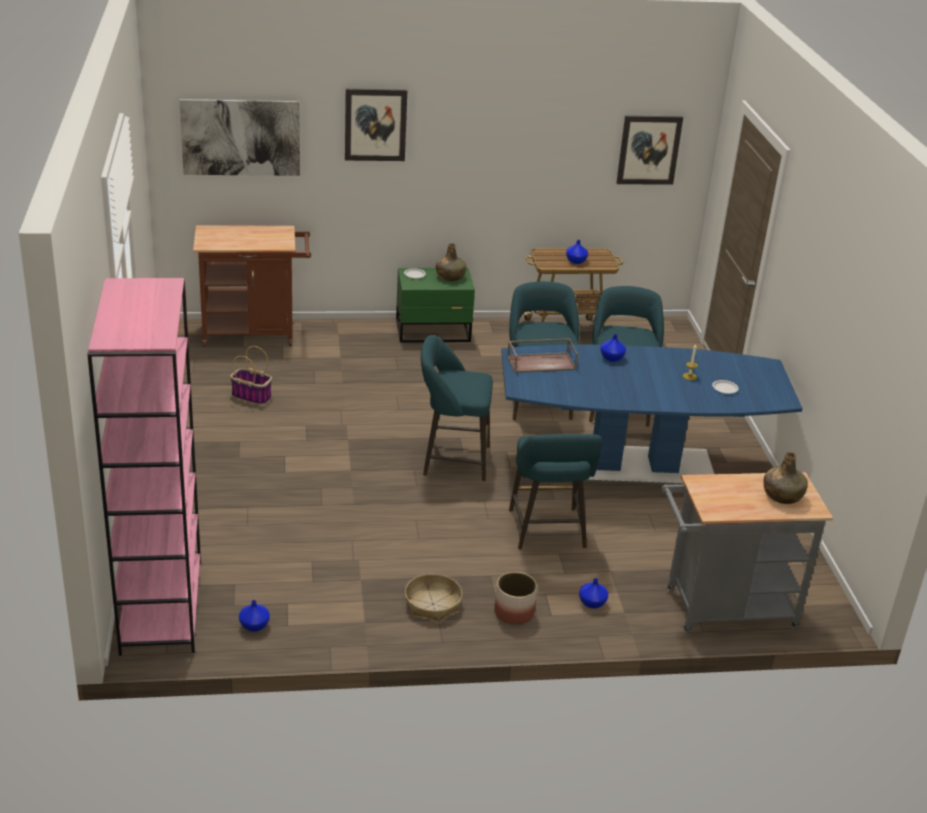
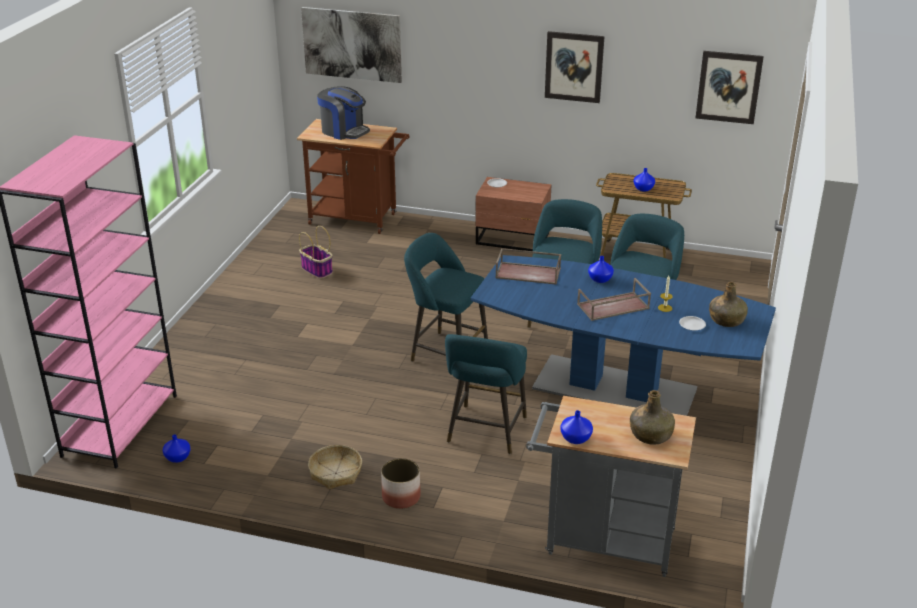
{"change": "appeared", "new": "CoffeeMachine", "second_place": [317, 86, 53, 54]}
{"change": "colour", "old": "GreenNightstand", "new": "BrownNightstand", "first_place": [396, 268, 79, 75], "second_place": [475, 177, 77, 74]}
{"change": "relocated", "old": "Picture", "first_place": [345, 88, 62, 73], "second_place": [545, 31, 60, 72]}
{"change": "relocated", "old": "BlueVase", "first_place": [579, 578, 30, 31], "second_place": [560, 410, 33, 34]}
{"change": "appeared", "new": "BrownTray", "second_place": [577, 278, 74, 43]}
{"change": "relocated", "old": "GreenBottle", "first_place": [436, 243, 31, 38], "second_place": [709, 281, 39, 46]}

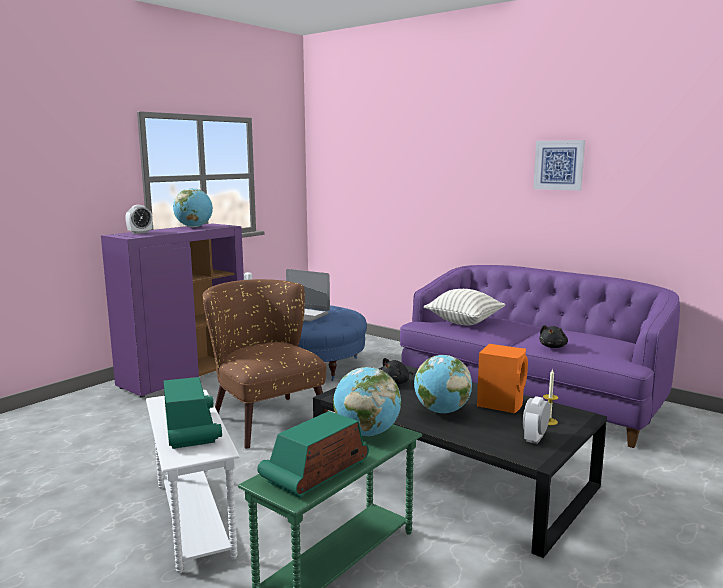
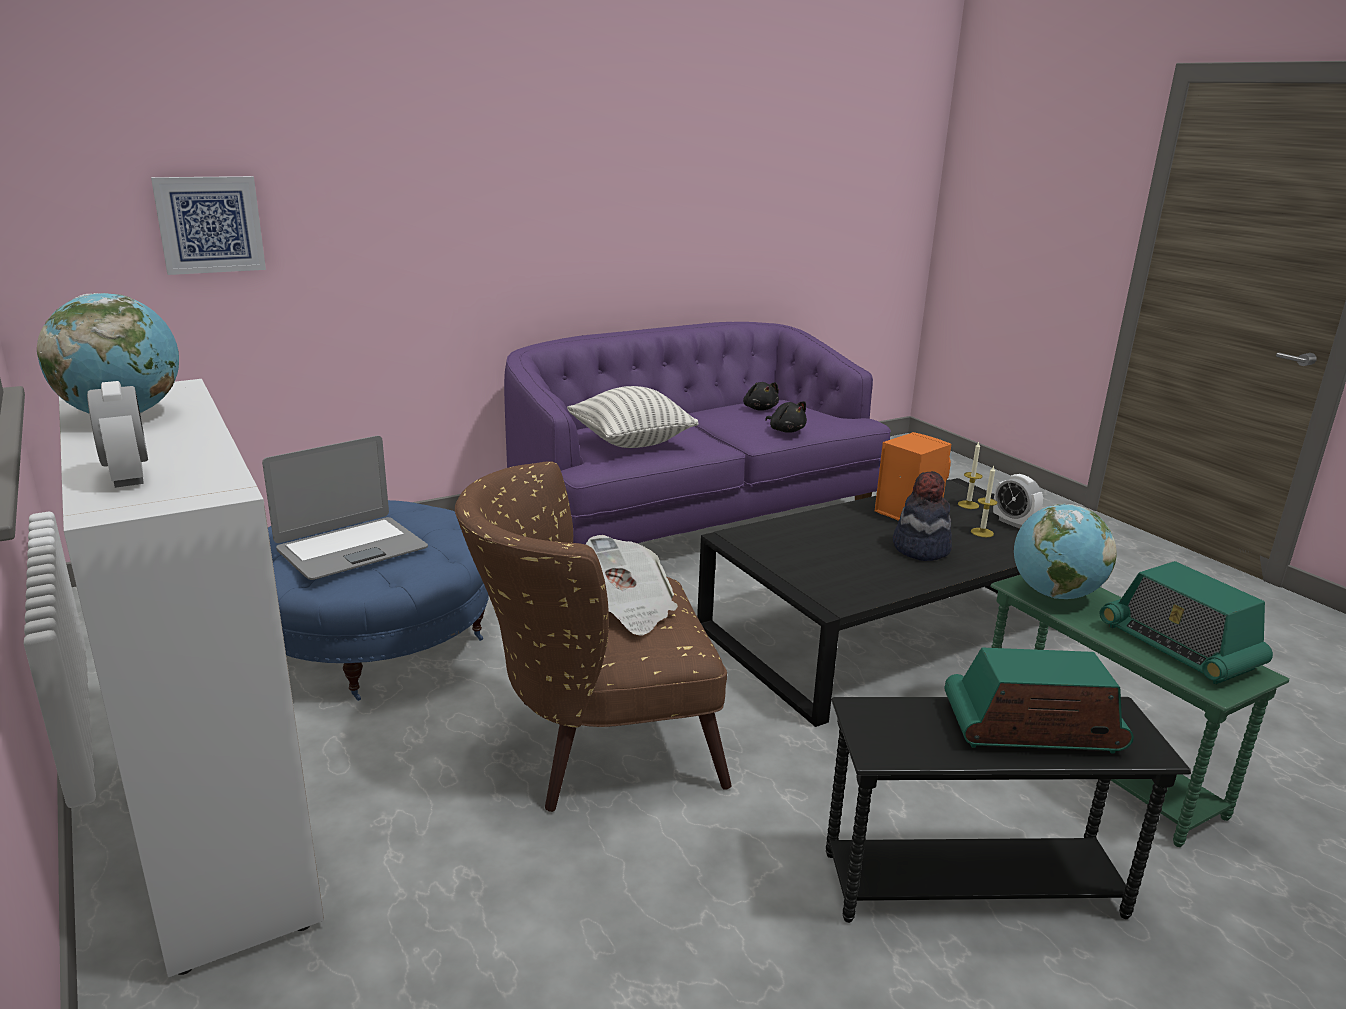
{"change": "colour", "old": "PurpleCabinet", "new": "WhiteCabinet", "first_place": [101, 224, 143, 174], "second_place": [59, 379, 265, 599]}
{"change": "relocated", "old": "Picture", "first_place": [533, 140, 52, 51], "second_place": [151, 176, 115, 99]}
{"change": "appeared", "new": "Newspaper", "second_place": [586, 535, 92, 101]}
{"change": "relocated", "old": "BlackPlushToy", "first_place": [382, 358, 31, 26], "second_place": [743, 382, 36, 29]}
{"change": "colour", "old": "WhiteSideTable", "new": "BlackSideTable", "first_place": [146, 390, 94, 183], "second_place": [826, 697, 365, 226]}
{"change": "exchanged", "old": "Globe", "new": "Hat", "first_place": [414, 355, 58, 58], "second_place": [893, 471, 59, 90]}
{"change": "appeared", "new": "Candle", "second_place": [971, 465, 27, 72]}

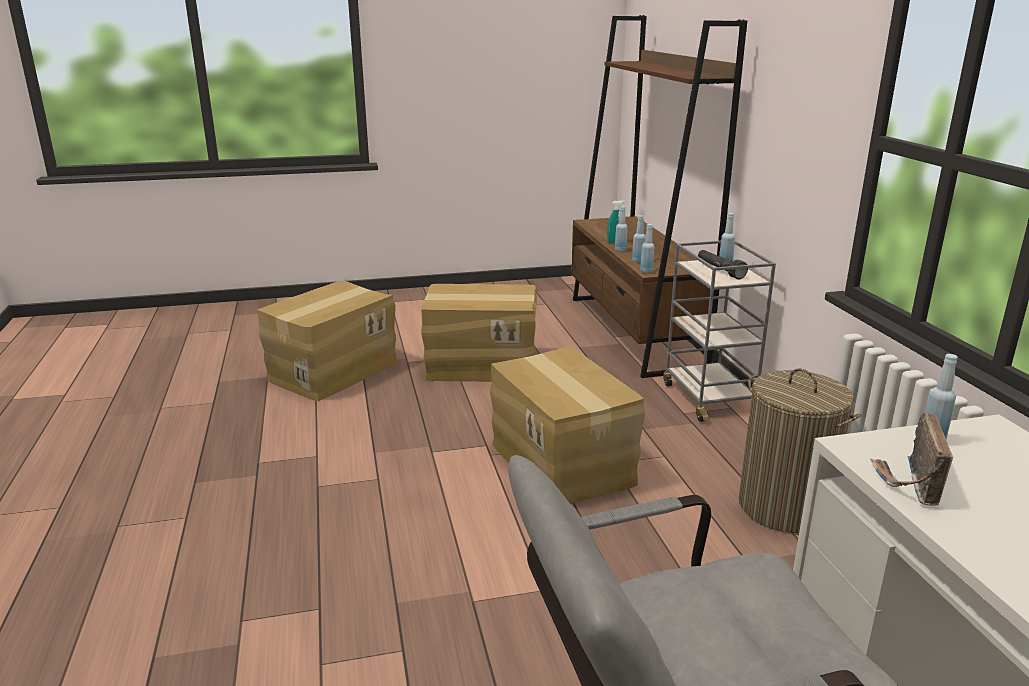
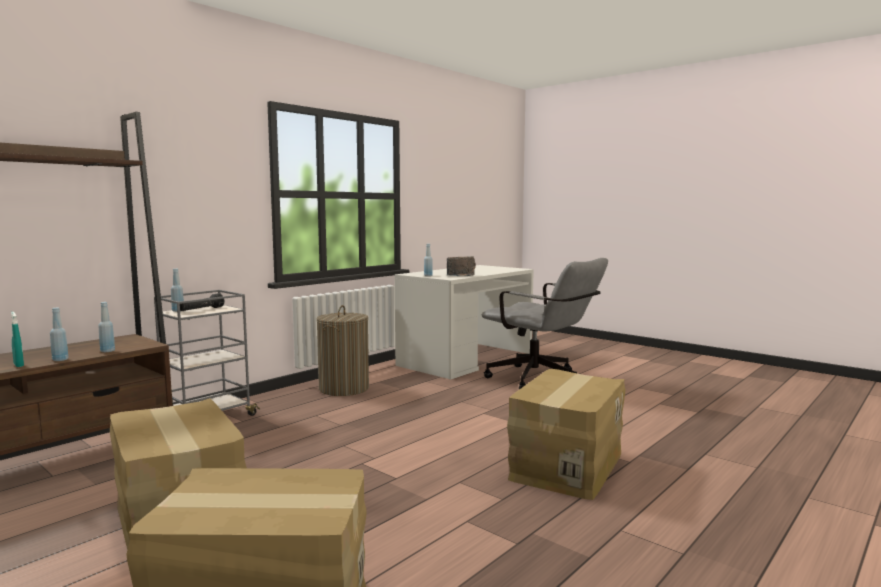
{"change": "relocated", "old": "CardboardBox", "first_place": [490, 347, 155, 157], "second_place": [507, 369, 118, 131]}
{"change": "missing", "old": "BlueBottle", "first_place": [640, 224, 14, 49]}

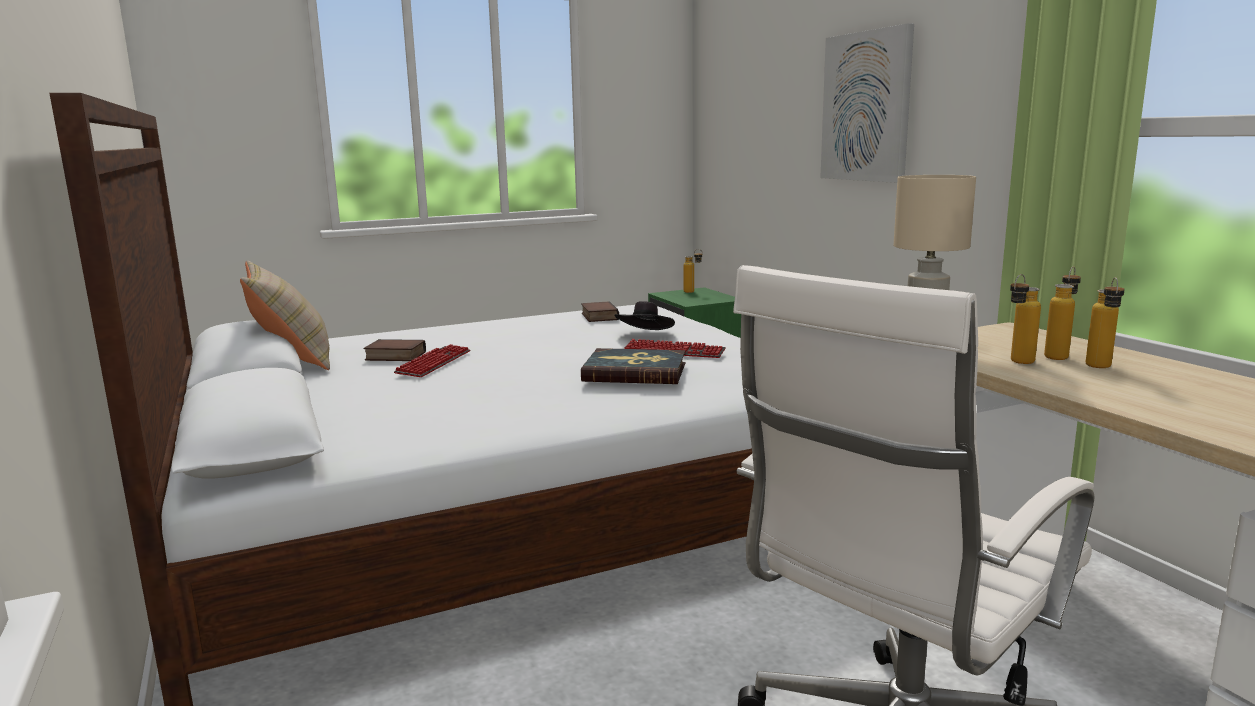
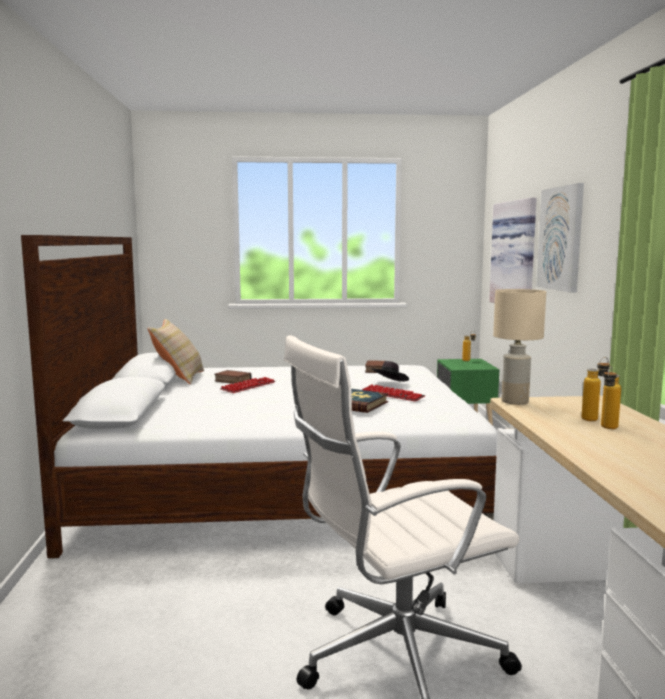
{"change": "appeared", "new": "Picture", "second_place": [489, 197, 48, 106]}
{"change": "missing", "old": "Bottle", "first_place": [1010, 274, 31, 90]}

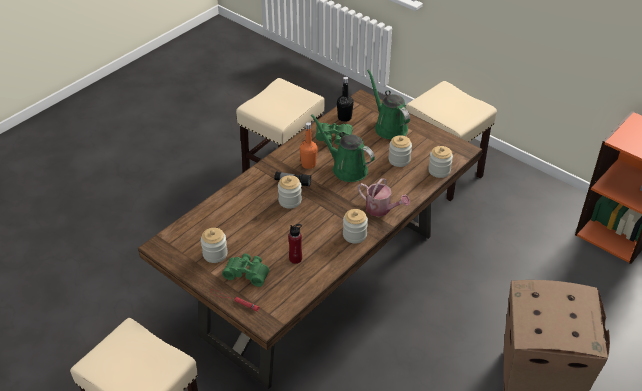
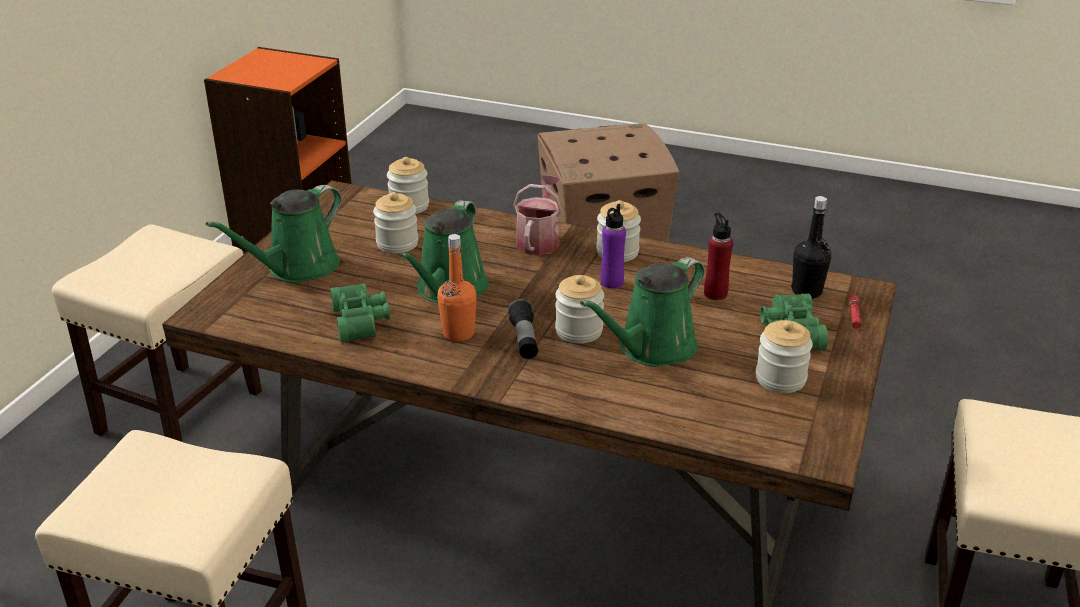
{"change": "appeared", "new": "GreenWateringCan", "second_place": [580, 257, 124, 110]}
{"change": "appeared", "new": "PurpleBottle", "second_place": [600, 204, 26, 85]}
{"change": "relocated", "old": "BlackBottle", "first_place": [337, 77, 17, 45], "second_place": [791, 196, 40, 103]}

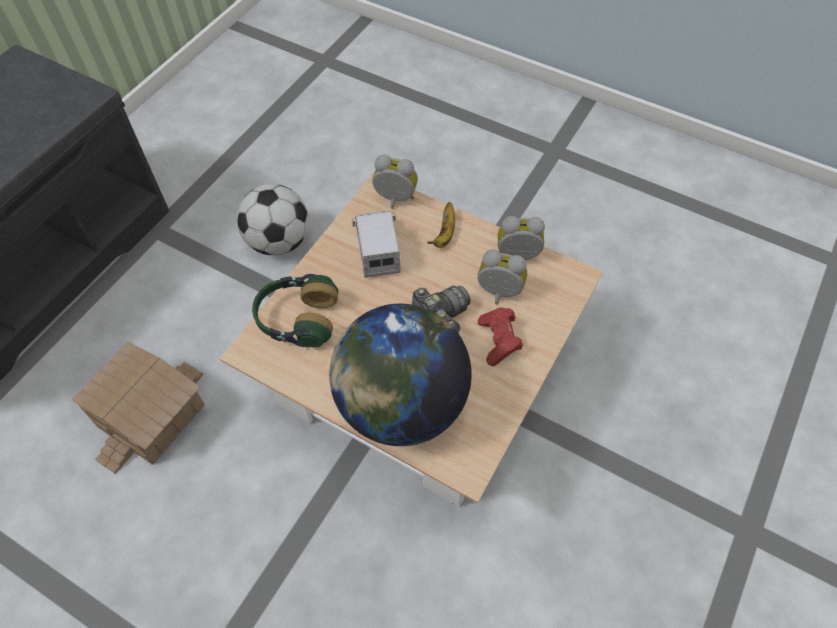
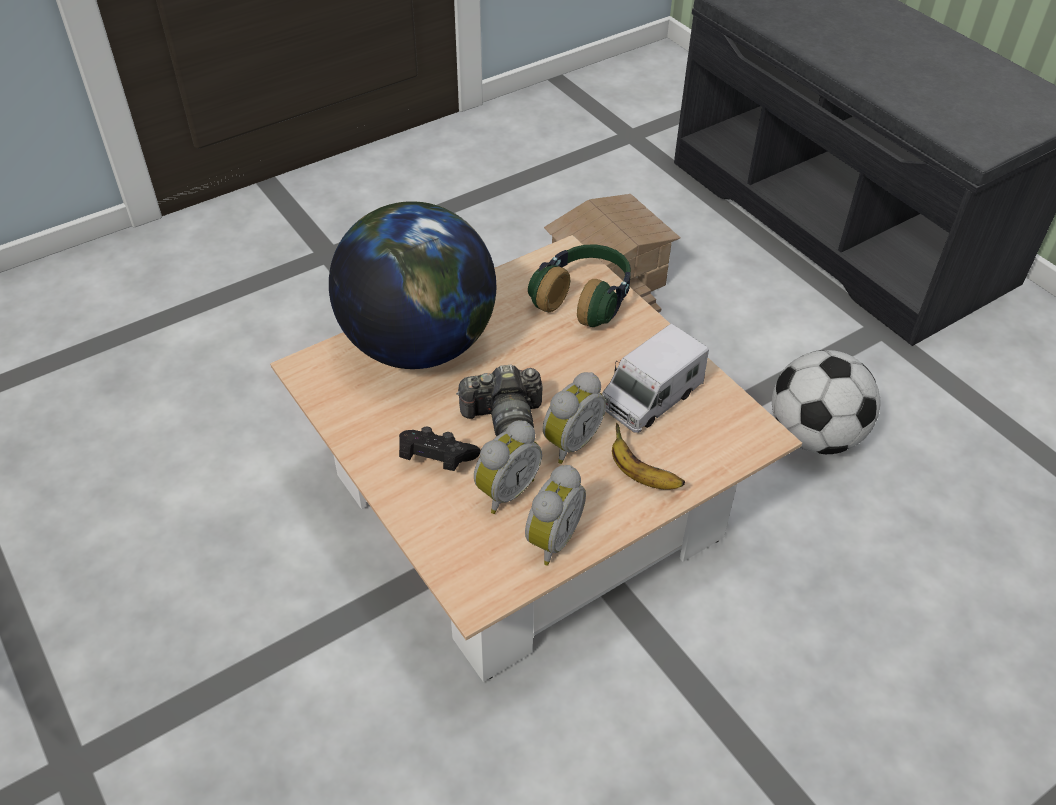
{"change": "colour", "old": "RedGameController", "new": "BlackGameController", "first_place": [478, 307, 45, 59], "second_place": [399, 427, 82, 44]}
{"change": "relocated", "old": "AlarmClock", "first_place": [372, 155, 46, 54], "second_place": [543, 372, 63, 92]}
{"change": "spun", "old": "ToyTruck", "first_place": [352, 211, 49, 67], "second_place": [602, 324, 107, 109], "degrees": 120}

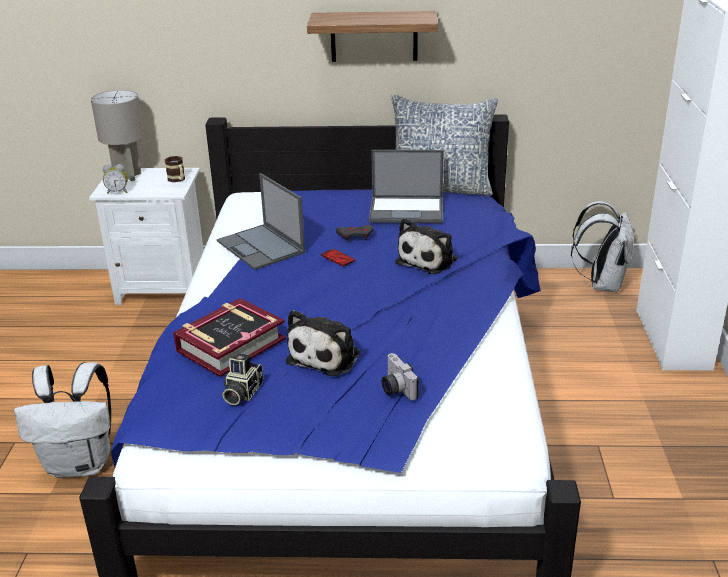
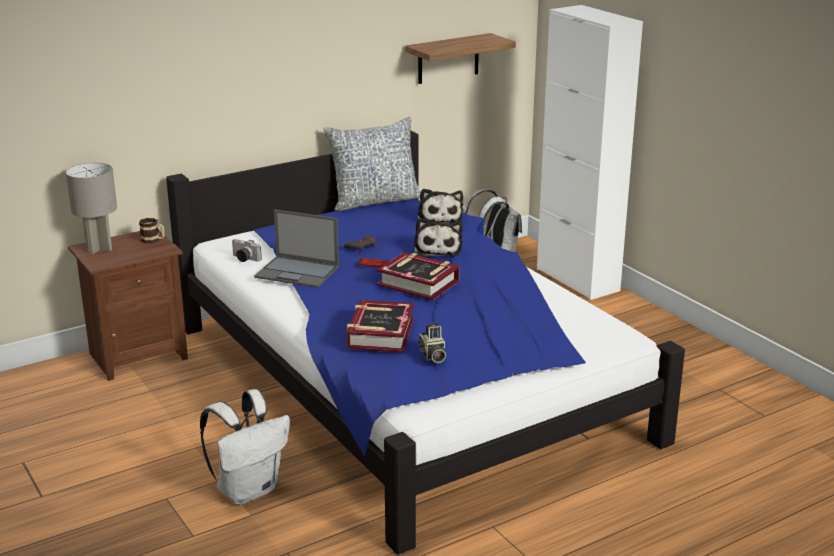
{"change": "colour", "old": "WhiteNightstand", "new": "BrownNightstand", "first_place": [89, 168, 115, 137], "second_place": [68, 229, 120, 152]}
{"change": "relocated", "old": "PhotoCamera", "first_place": [382, 353, 37, 47], "second_place": [231, 239, 31, 23]}
{"change": "appeared", "new": "Book", "second_place": [377, 252, 83, 48]}
{"change": "relocated", "old": "Shelf", "first_place": [307, 11, 131, 51], "second_place": [405, 33, 111, 51]}
{"change": "relocated", "old": "PlushToy", "first_place": [286, 310, 74, 66], "second_place": [418, 189, 45, 34]}
{"change": "missing", "old": "AlarmClock", "first_place": [103, 164, 25, 30]}
{"change": "missing", "old": "Laptop", "first_place": [369, 150, 75, 73]}

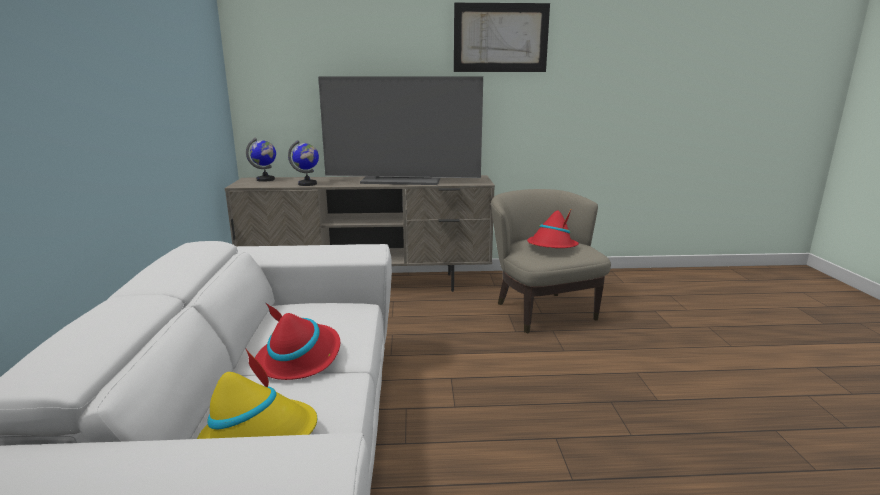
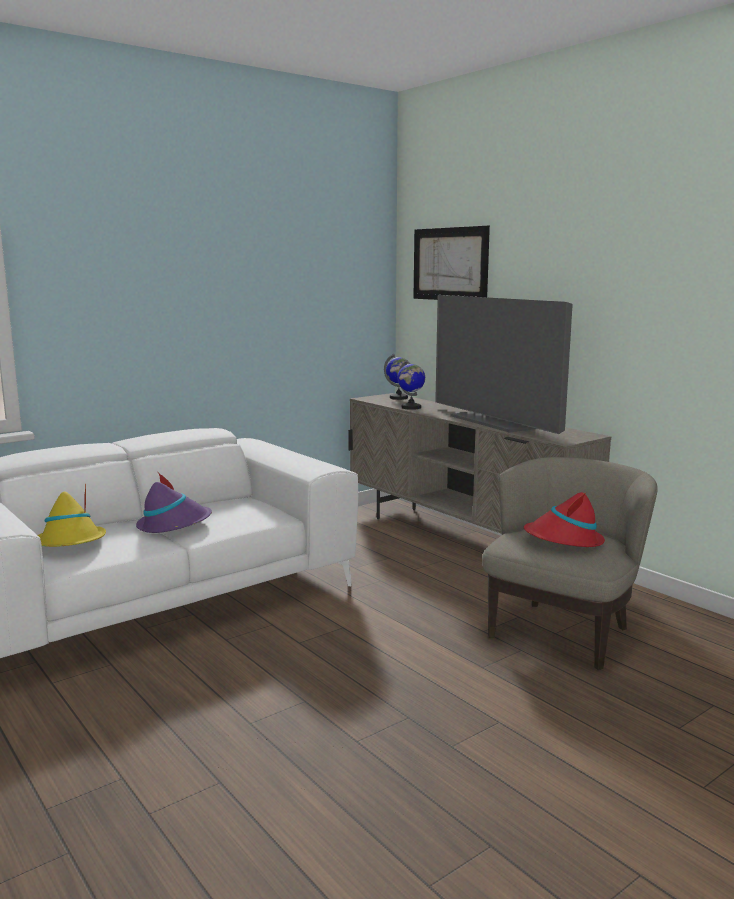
{"change": "colour", "old": "RedHat", "new": "PurpleHat", "first_place": [255, 303, 85, 77], "second_place": [136, 471, 76, 62]}
{"change": "relocated", "old": "Picture", "first_place": [454, 3, 96, 69], "second_place": [413, 226, 77, 74]}

